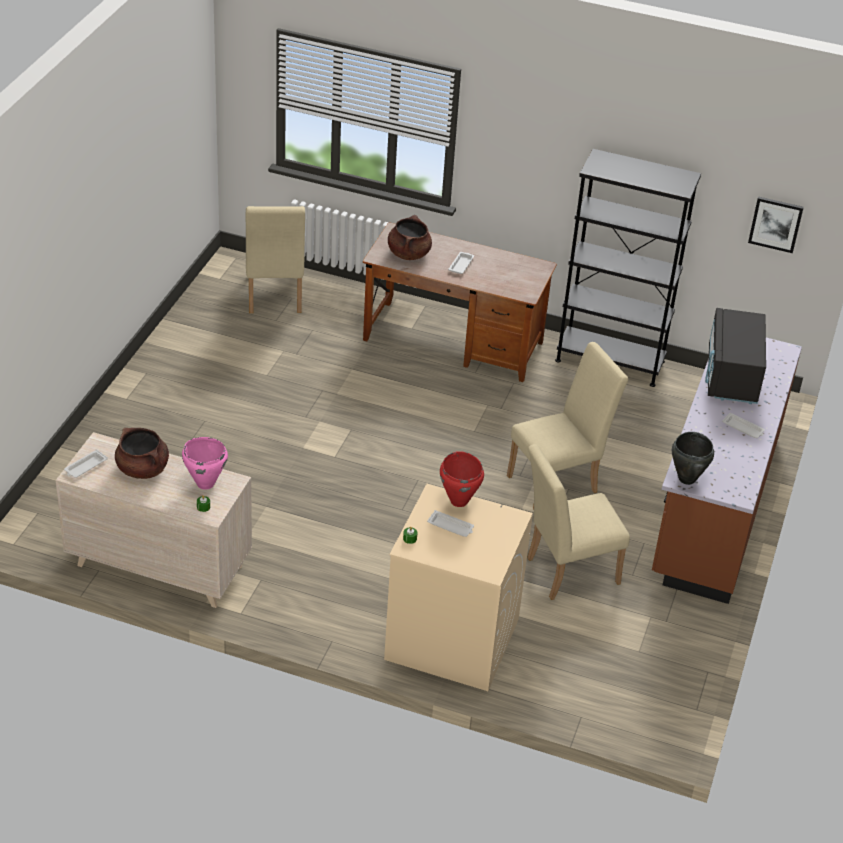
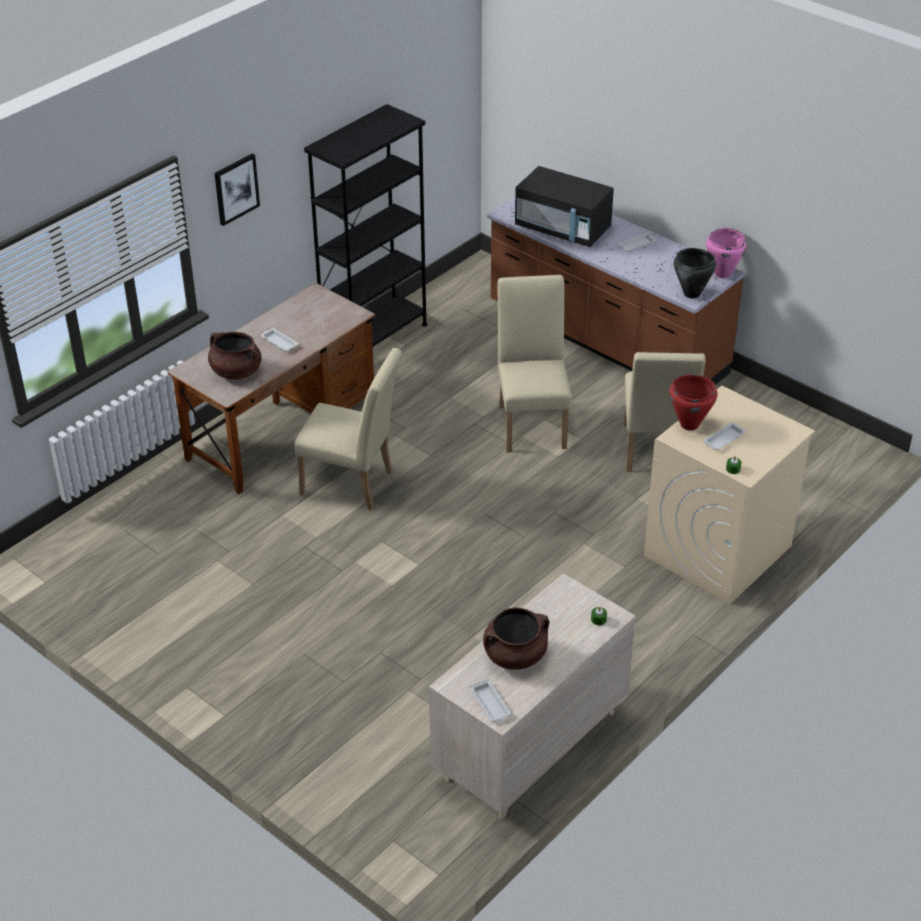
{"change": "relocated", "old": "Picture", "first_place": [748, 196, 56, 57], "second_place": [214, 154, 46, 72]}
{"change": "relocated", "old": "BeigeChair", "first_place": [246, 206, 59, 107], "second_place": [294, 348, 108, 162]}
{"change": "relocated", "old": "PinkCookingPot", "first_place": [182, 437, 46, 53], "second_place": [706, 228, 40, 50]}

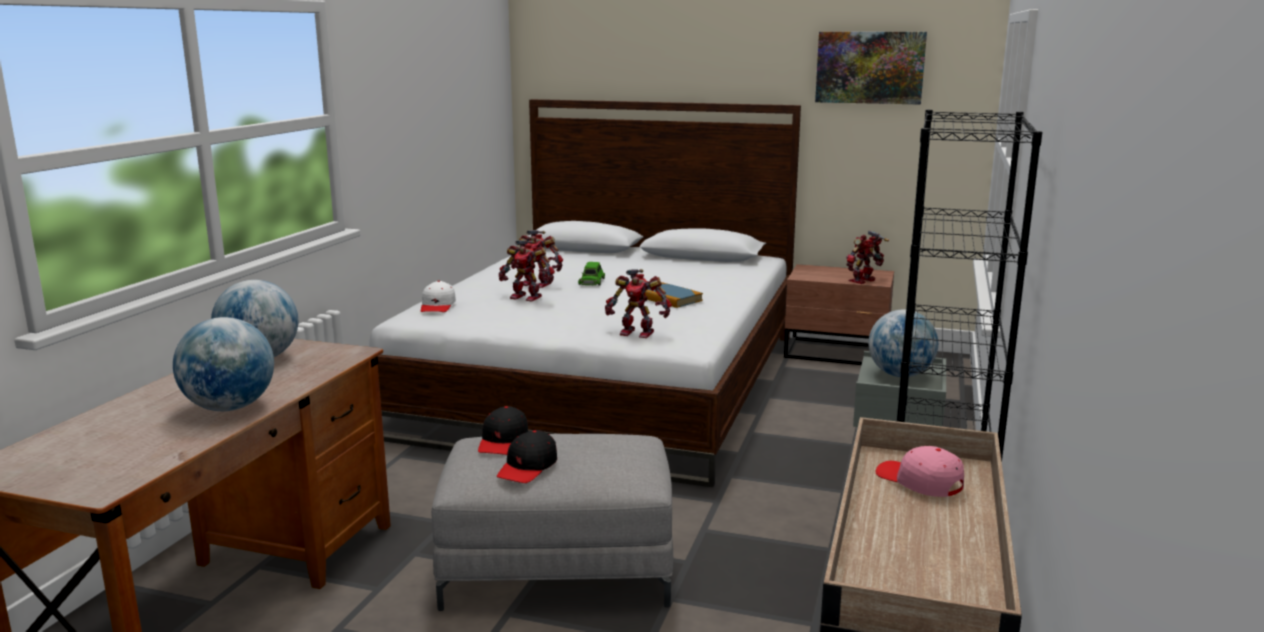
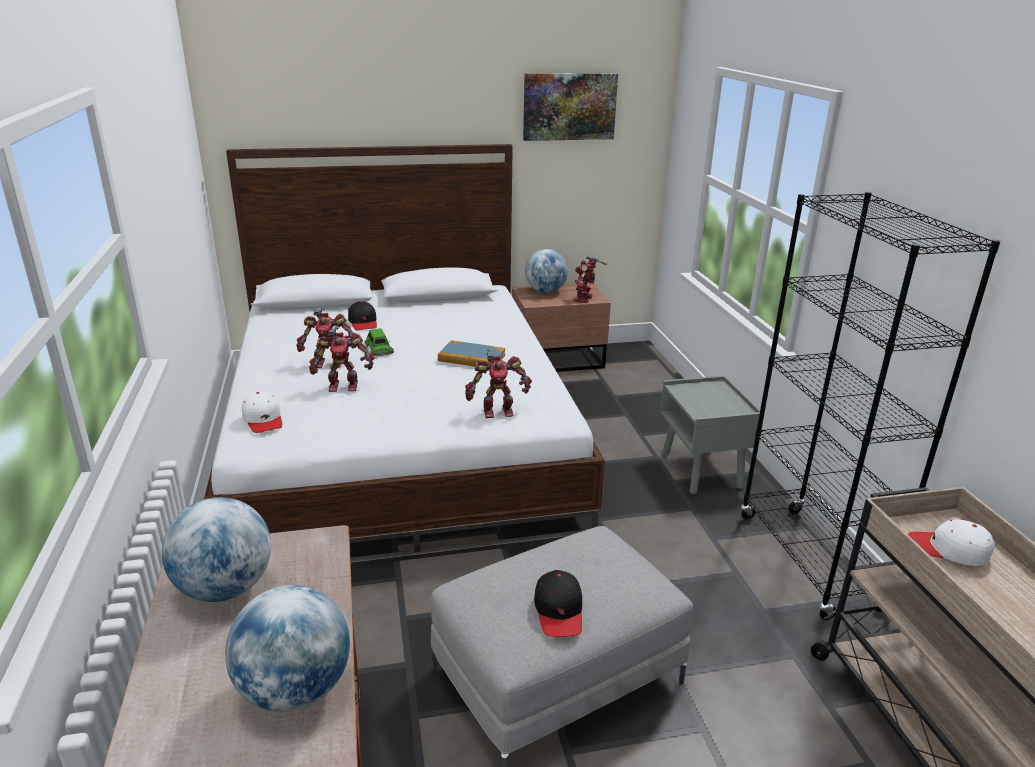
{"change": "relocated", "old": "BlackCap", "first_place": [478, 406, 50, 49], "second_place": [348, 301, 29, 29]}
{"change": "relocated", "old": "Globe", "first_place": [869, 309, 69, 68], "second_place": [525, 249, 43, 44]}
{"change": "colour", "old": "PinkCap", "new": "WhiteCap", "first_place": [876, 446, 88, 51], "second_place": [908, 519, 87, 47]}

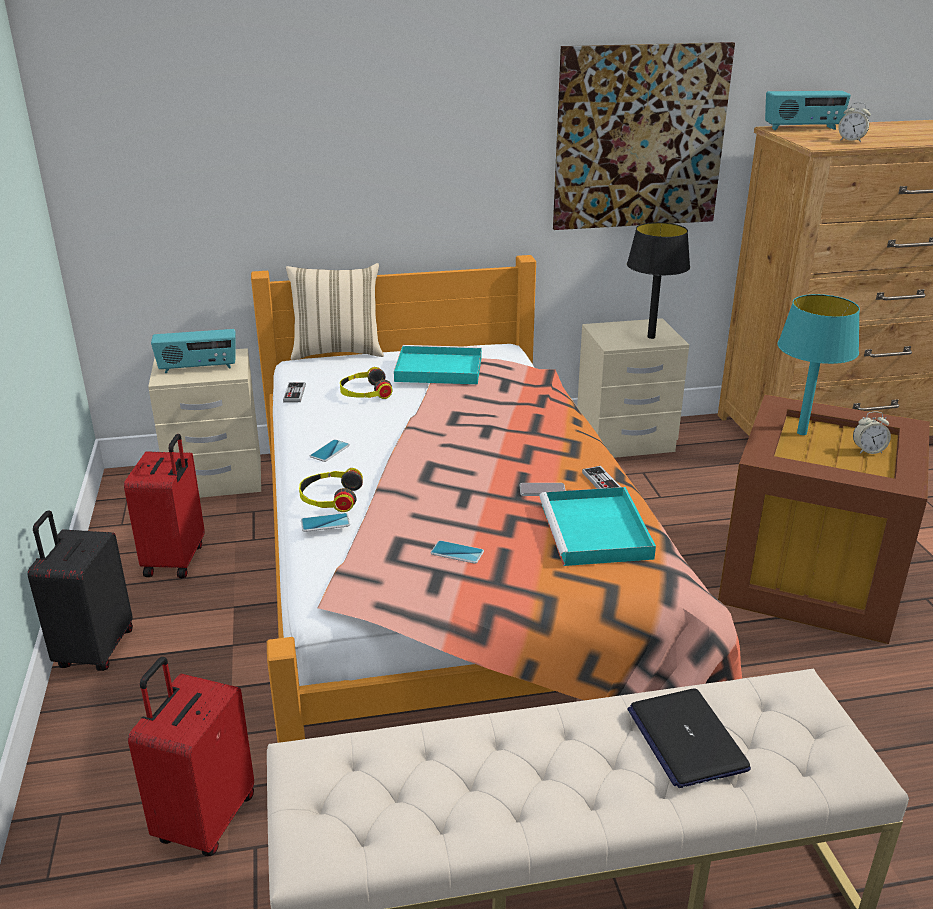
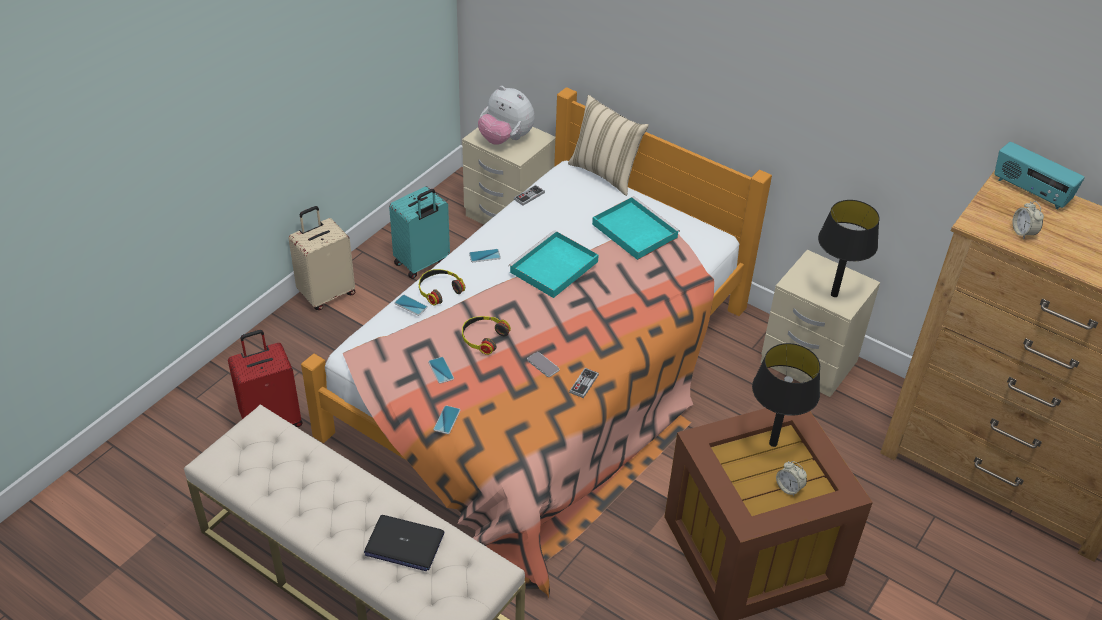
{"change": "colour", "old": "BlackSuitcase", "new": "BeigeSuitcase", "first_place": [28, 510, 105, 161], "second_place": [288, 206, 67, 104]}
{"change": "spun", "old": "Laptop", "first_place": [627, 689, 124, 99], "second_place": [364, 515, 80, 56], "degrees": -105}
{"change": "colour", "old": "RedSuitcase", "new": "TurquoiseSuitcase", "first_place": [124, 434, 81, 144], "second_place": [389, 186, 61, 93]}
{"change": "appeared", "new": "Phone", "second_place": [433, 405, 27, 29]}
{"change": "relocated", "old": "Headphones", "first_place": [340, 367, 53, 32], "second_place": [462, 316, 49, 39]}
{"change": "exchanged", "old": "Radio", "new": "PlushToy", "first_place": [151, 329, 85, 44], "second_place": [478, 86, 57, 59]}
{"change": "relocated", "old": "TurquoiseTray", "first_place": [539, 487, 117, 79], "second_place": [508, 230, 91, 68]}
{"change": "colour", "old": "TurquoiseTableLamp", "new": "BlackTableLamp", "first_place": [778, 294, 82, 141], "second_place": [752, 343, 68, 104]}
{"change": "missing", "old": "Picture", "first_place": [553, 42, 182, 188]}

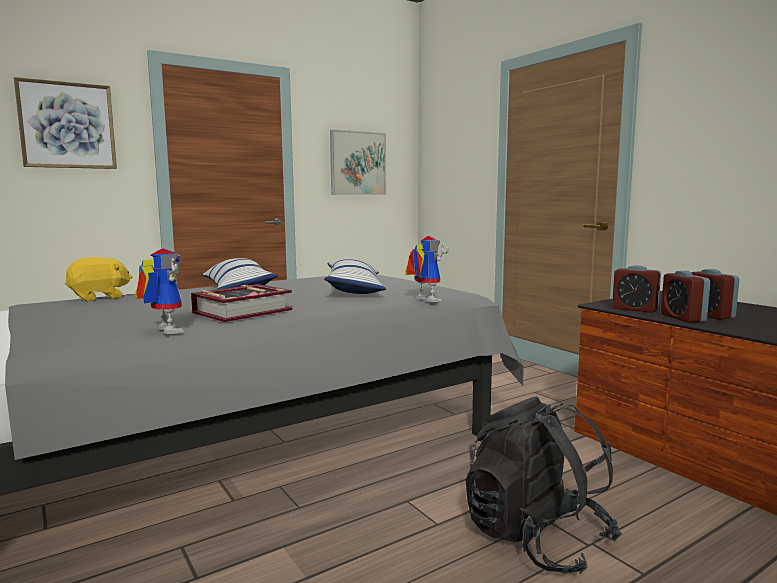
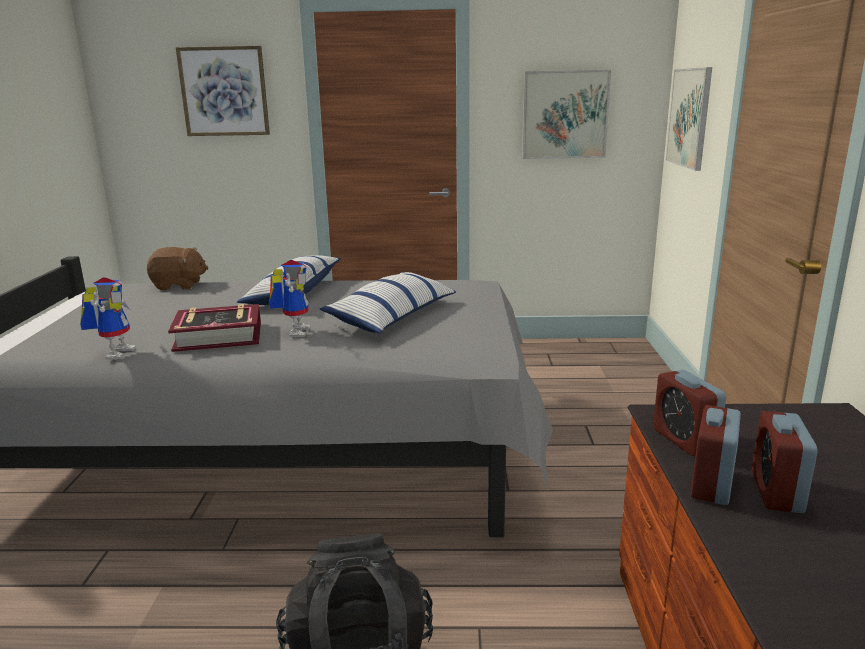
{"change": "colour", "old": "YellowPlushToy", "new": "BrownPlushToy", "first_place": [65, 257, 68, 44], "second_place": [147, 247, 61, 43]}
{"change": "relocated", "old": "ToyRobot", "first_place": [406, 236, 43, 66], "second_place": [269, 260, 42, 77]}
{"change": "appeared", "new": "Picture", "second_place": [666, 67, 46, 104]}

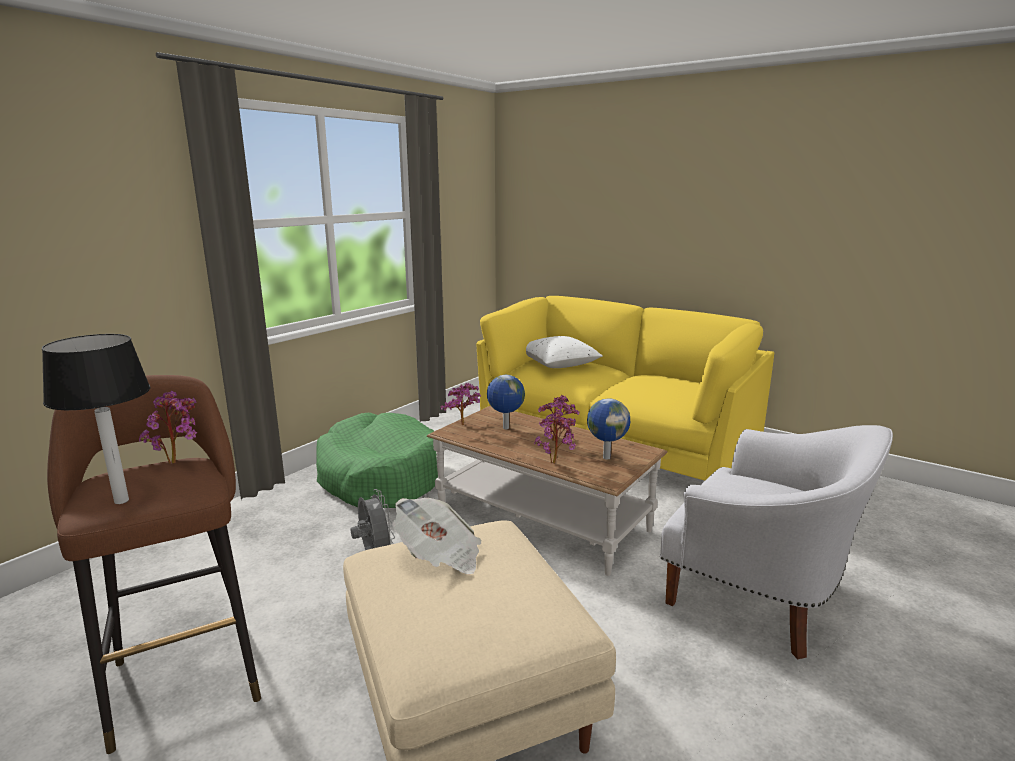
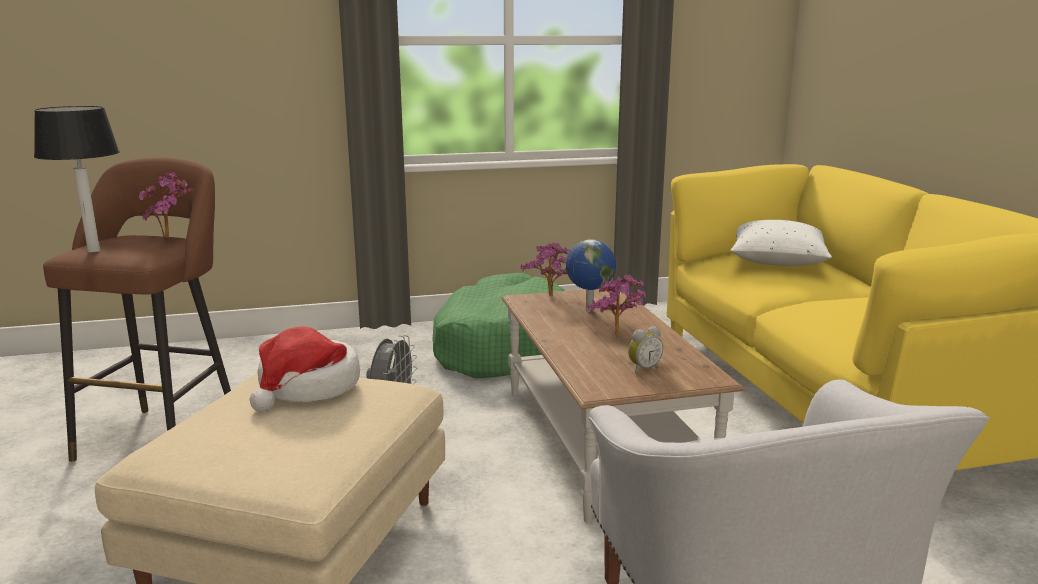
{"change": "exchanged", "old": "Newspaper", "new": "Hat", "first_place": [393, 497, 88, 78], "second_place": [250, 326, 110, 86]}
{"change": "exchanged", "old": "Globe", "new": "AlarmClock", "first_place": [587, 398, 43, 61], "second_place": [628, 326, 35, 48]}
{"change": "missing", "old": "PottedPlant", "first_place": [534, 411, 42, 53]}

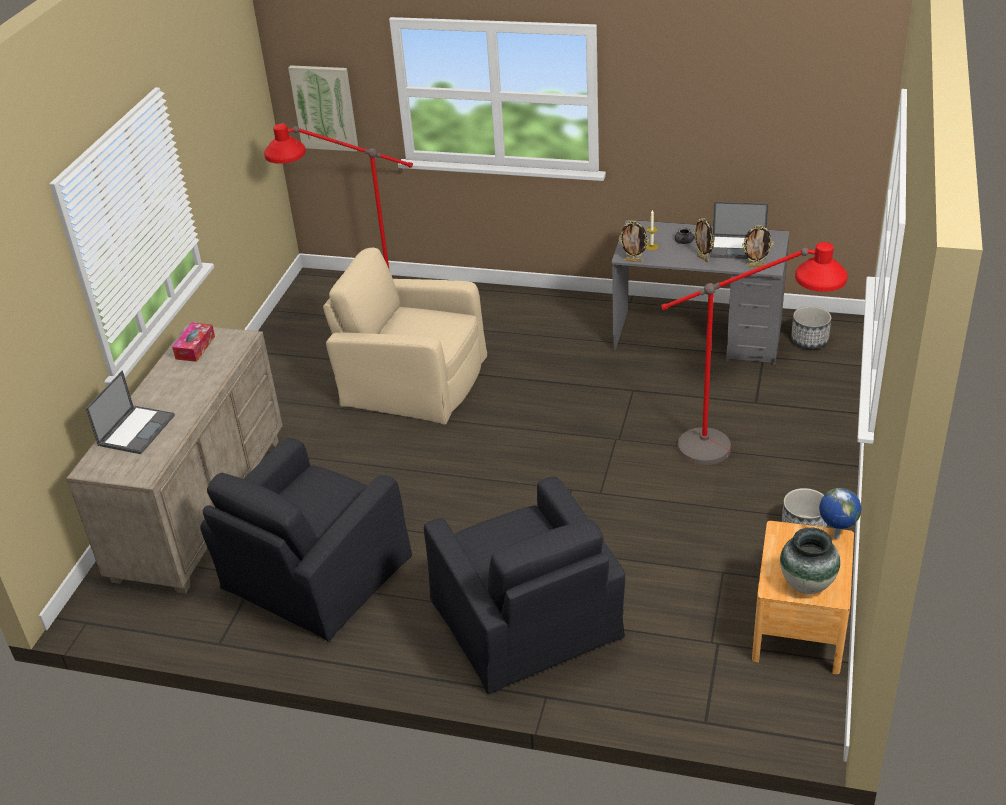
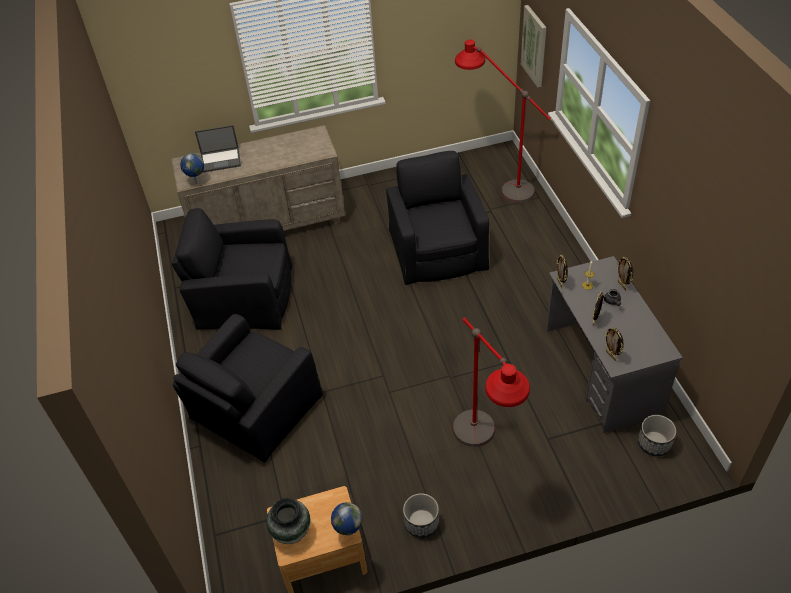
{"change": "appeared", "new": "Globe", "second_place": [180, 153, 24, 31]}
{"change": "colour", "old": "BeigeArmchair", "new": "BlackArmchair", "first_place": [323, 248, 164, 177], "second_place": [386, 151, 103, 134]}
{"change": "appeared", "new": "PictureFrame", "second_place": [617, 257, 16, 33]}
{"change": "missing", "old": "TissueBox", "first_place": [172, 322, 43, 40]}
{"change": "missing", "old": "Laptop", "first_place": [710, 202, 59, 58]}

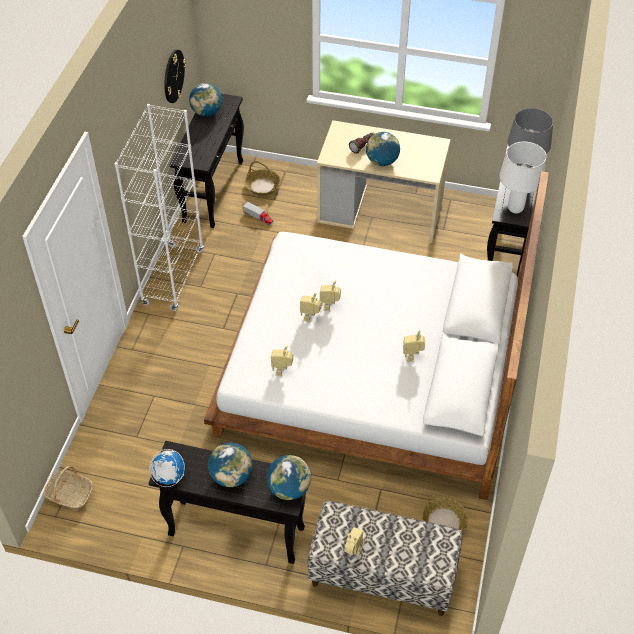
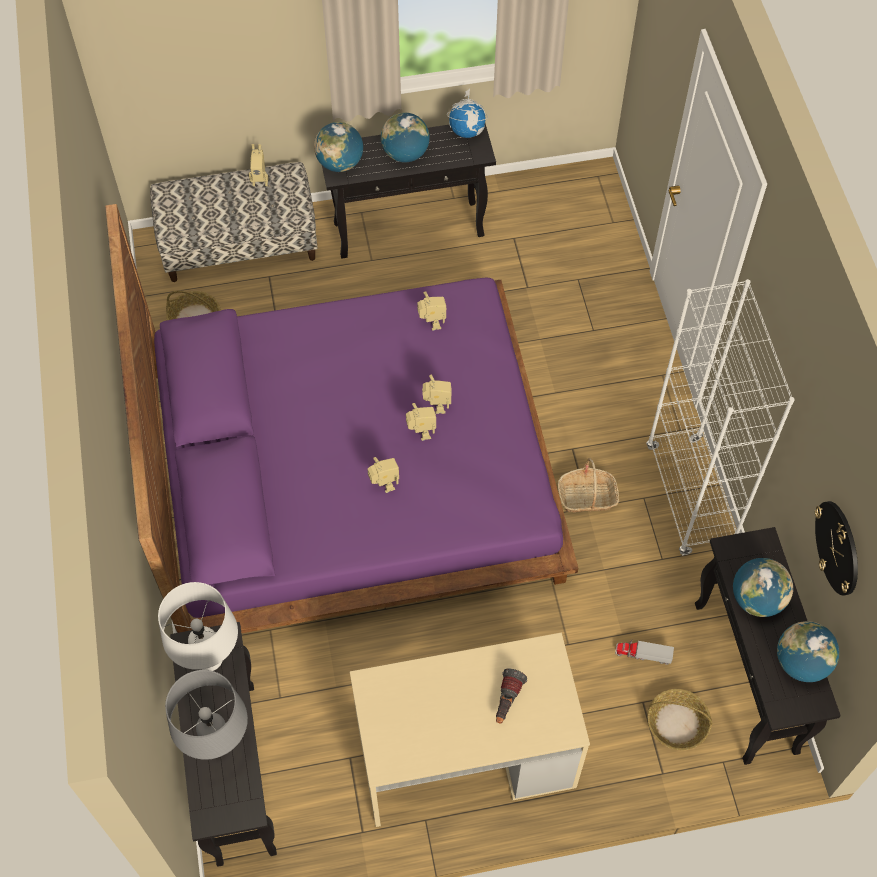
{"change": "colour", "old": "WhiteBed", "new": "PurpleBed", "first_place": [204, 171, 345, 329], "second_place": [105, 204, 473, 429]}
{"change": "relocated", "old": "ToyRobot", "first_place": [403, 330, 22, 32], "second_place": [368, 457, 31, 36]}
{"change": "relocated", "old": "Basket", "first_place": [43, 466, 50, 44], "second_place": [558, 458, 62, 55]}
{"change": "relocated", "old": "Globe", "first_place": [366, 132, 34, 34], "second_place": [733, 558, 60, 59]}

